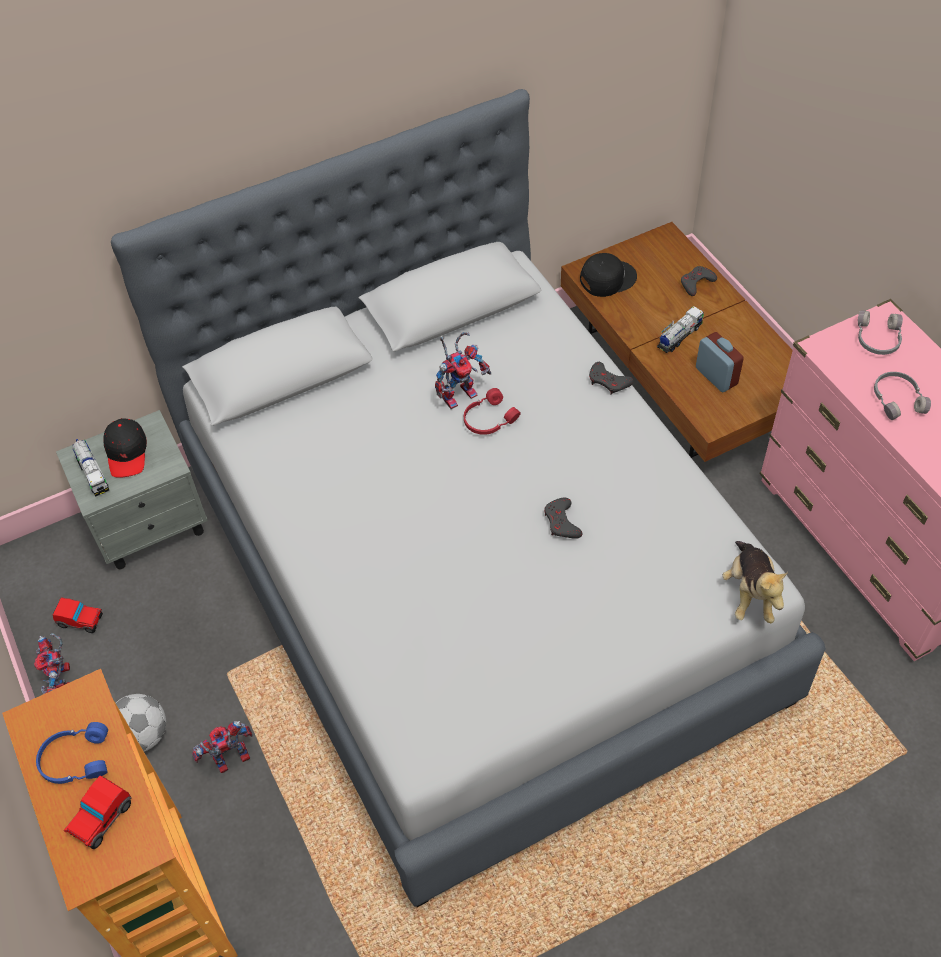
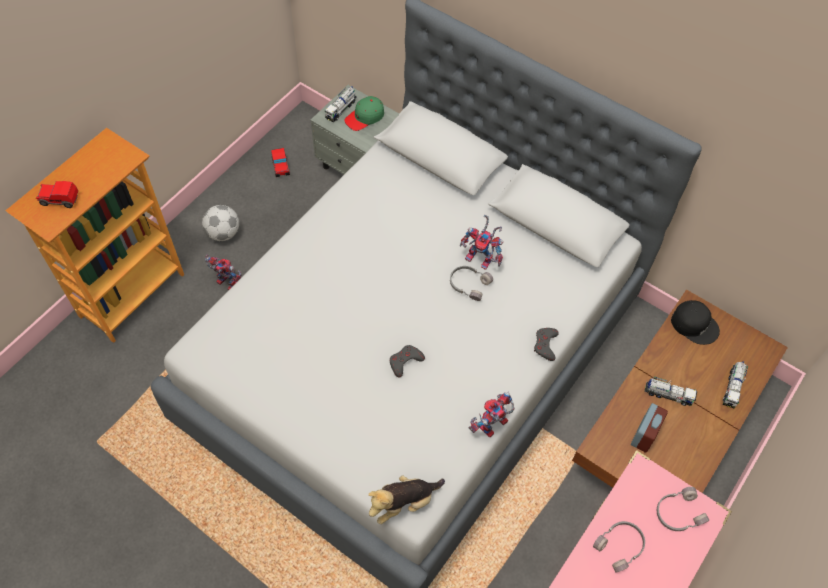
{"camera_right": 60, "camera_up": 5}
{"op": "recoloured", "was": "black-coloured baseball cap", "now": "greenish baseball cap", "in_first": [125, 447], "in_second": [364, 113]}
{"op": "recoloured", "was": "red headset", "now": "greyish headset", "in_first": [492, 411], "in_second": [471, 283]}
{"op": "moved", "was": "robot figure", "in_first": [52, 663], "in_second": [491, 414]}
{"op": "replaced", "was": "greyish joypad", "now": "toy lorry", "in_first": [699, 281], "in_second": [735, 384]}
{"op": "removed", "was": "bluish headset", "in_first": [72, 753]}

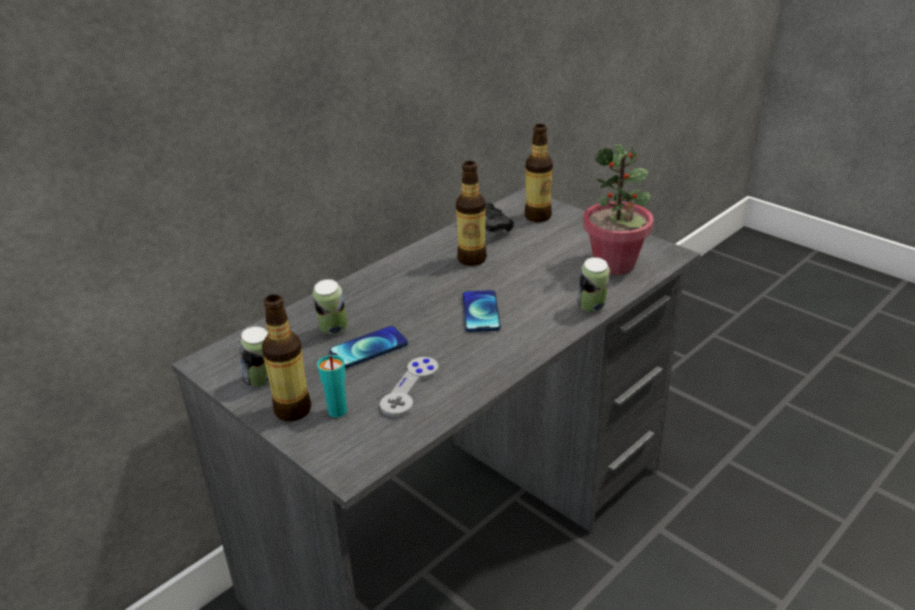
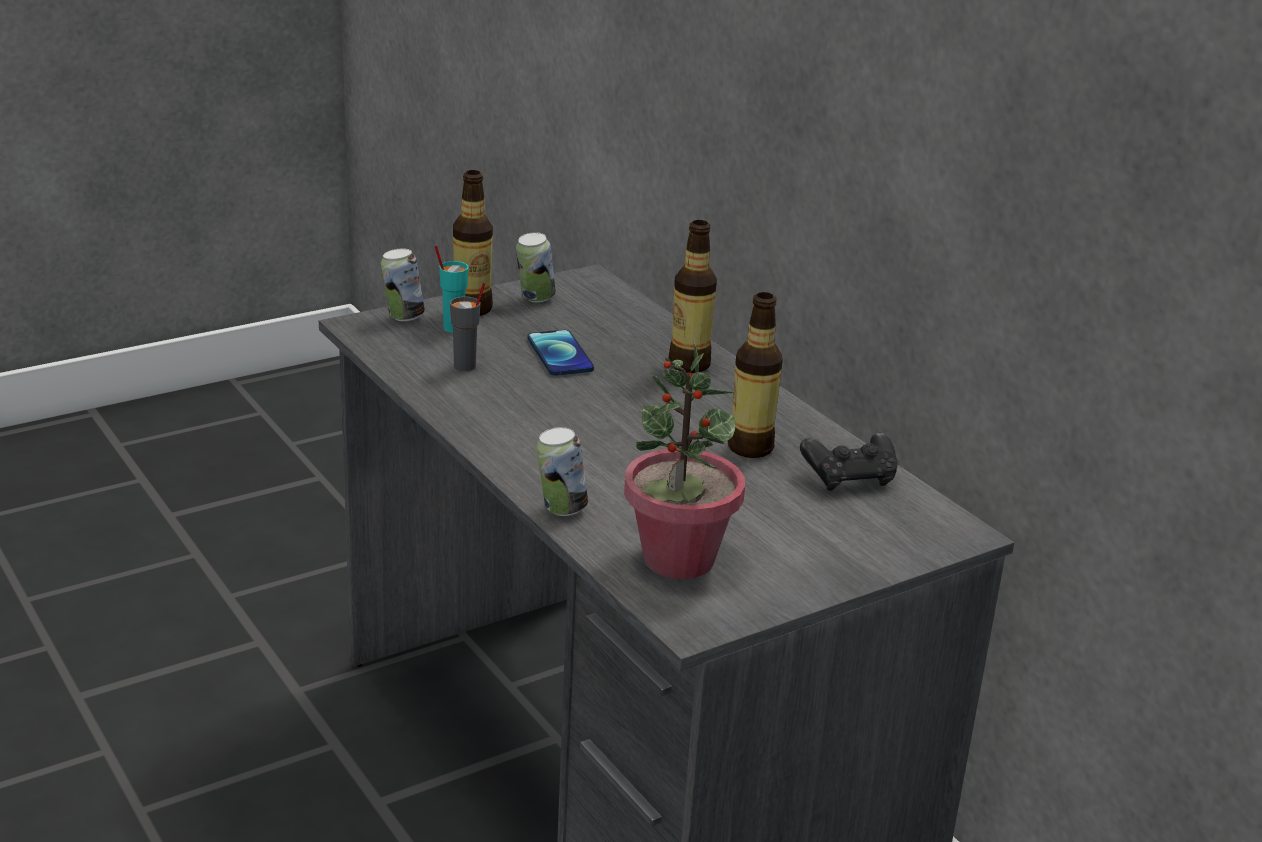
{"camera_right": 100, "camera_up": -5}
{"op": "moved", "was": "metal can", "in_first": [330, 307], "in_second": [403, 285]}
{"op": "replaced", "was": "greyish joypad", "now": "greyish drinking cup", "in_first": [409, 387], "in_second": [467, 326]}
{"op": "moved", "was": "beverage bottle", "in_first": [539, 173], "in_second": [693, 296]}
{"op": "removed", "was": "telephone", "in_first": [481, 311]}

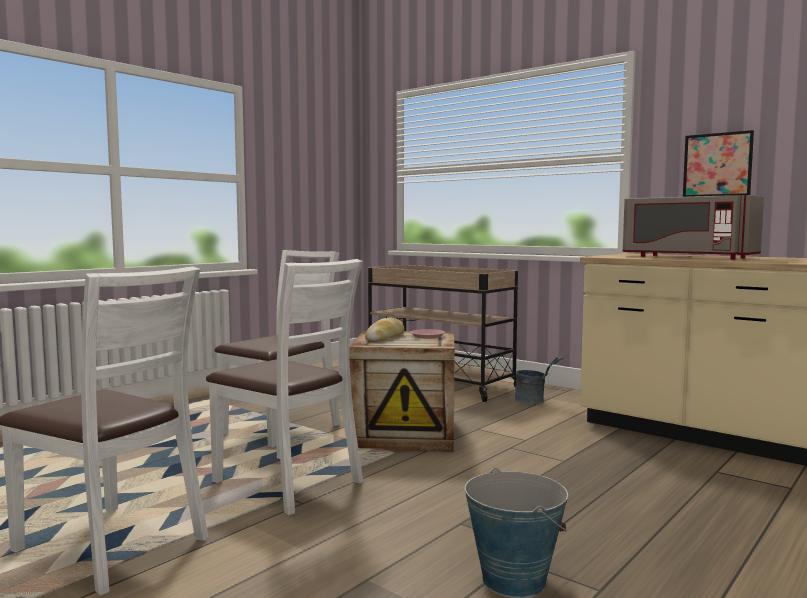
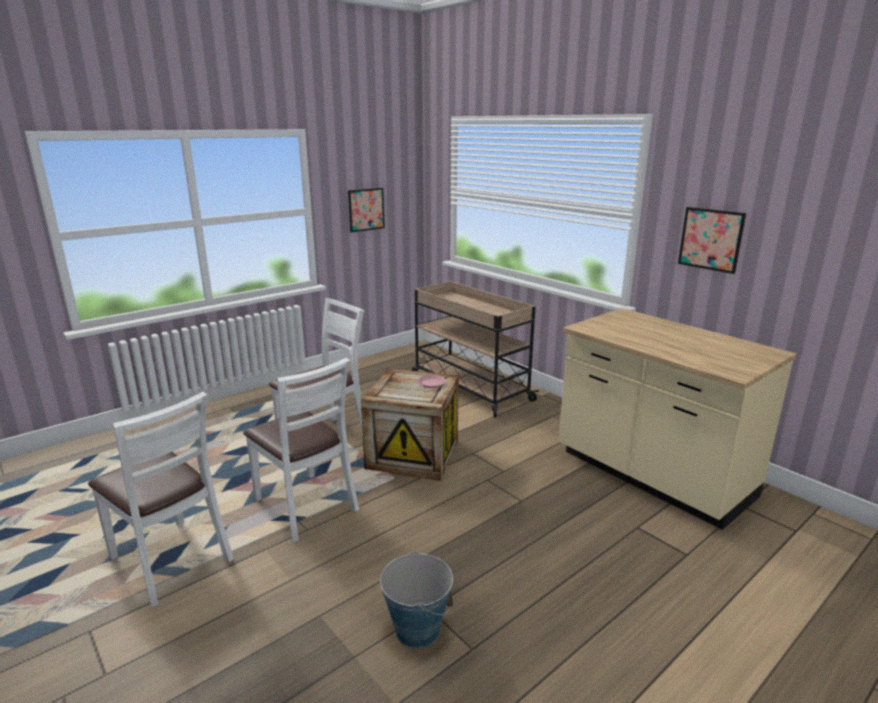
{"camera_right": 10, "camera_up": 15}
{"op": "added", "now": "wall art", "in_second": [366, 210]}
{"op": "removed", "was": "baked bread", "in_first": [385, 330]}
{"op": "removed", "was": "greyish bucket", "in_first": [539, 381]}
{"op": "removed", "was": "greyish microwave", "in_first": [693, 227]}

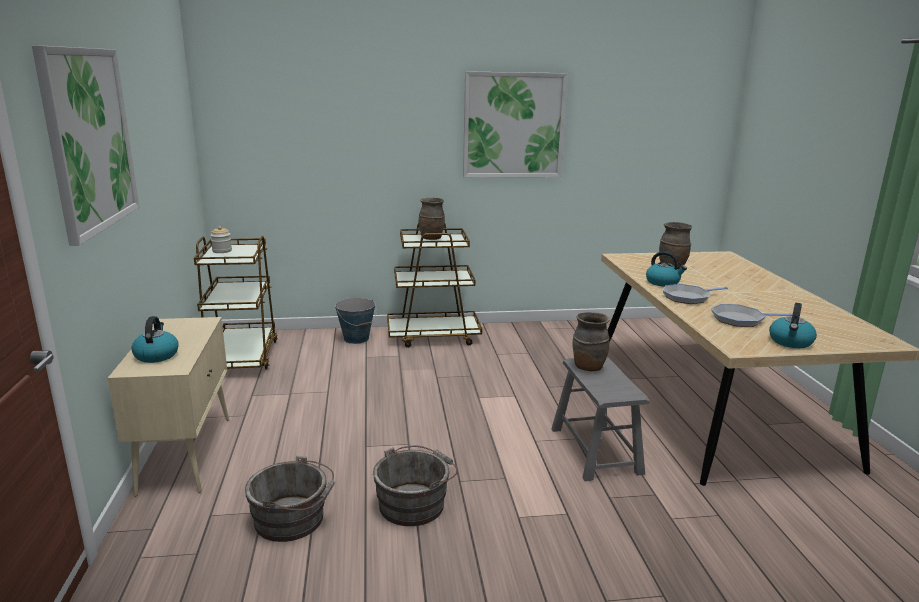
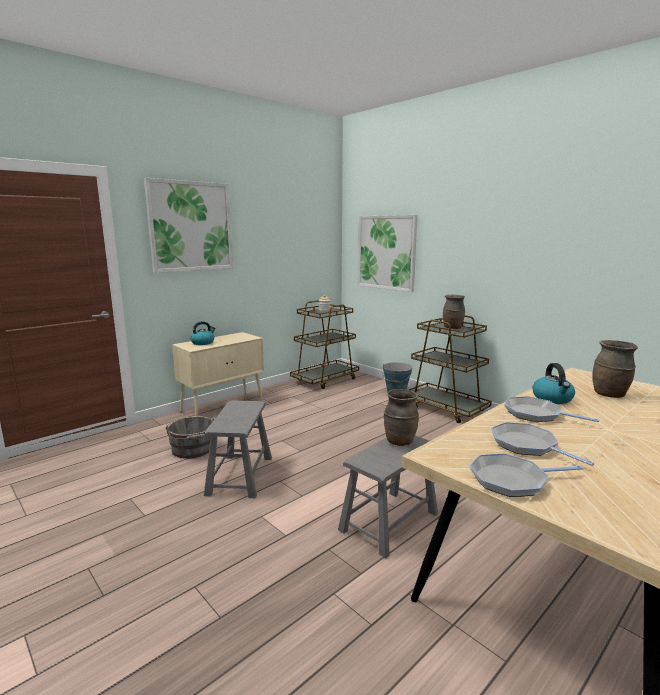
{"camera_right": 55, "camera_up": -5}
{"op": "replaced", "was": "greyish bucket", "now": "greyish stool seat", "in_first": [415, 486], "in_second": [238, 449]}
{"op": "moved", "was": "wall art", "in_first": [515, 124], "in_second": [387, 253]}
{"op": "replaced", "was": "tea kettle", "now": "frying pan", "in_first": [793, 325], "in_second": [526, 475]}

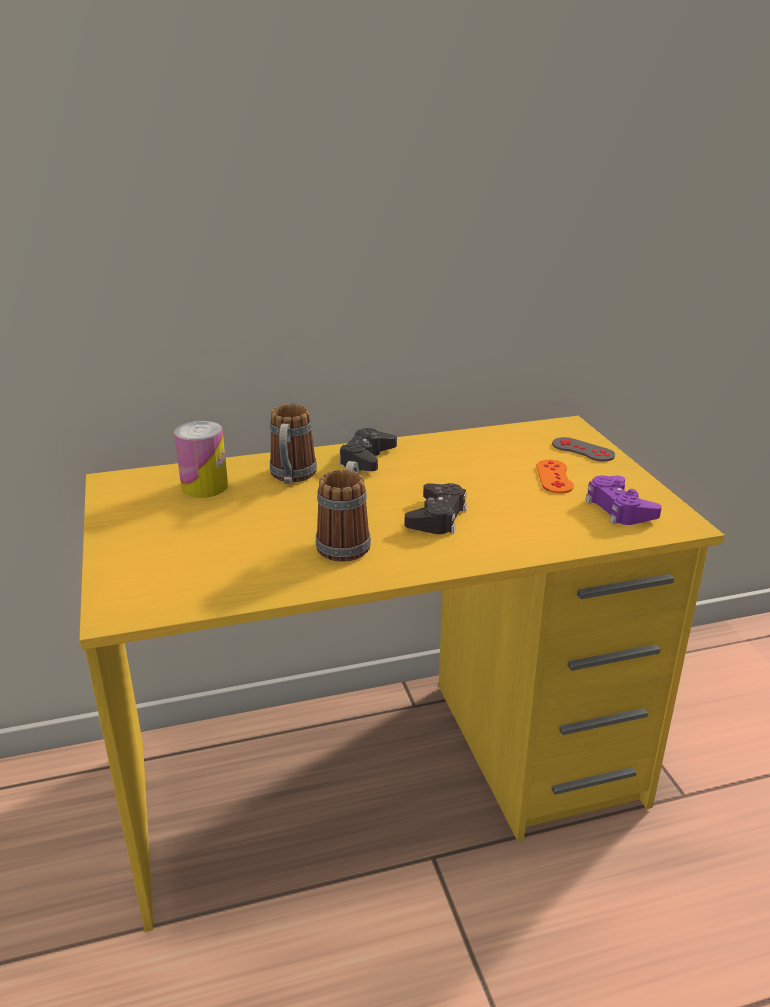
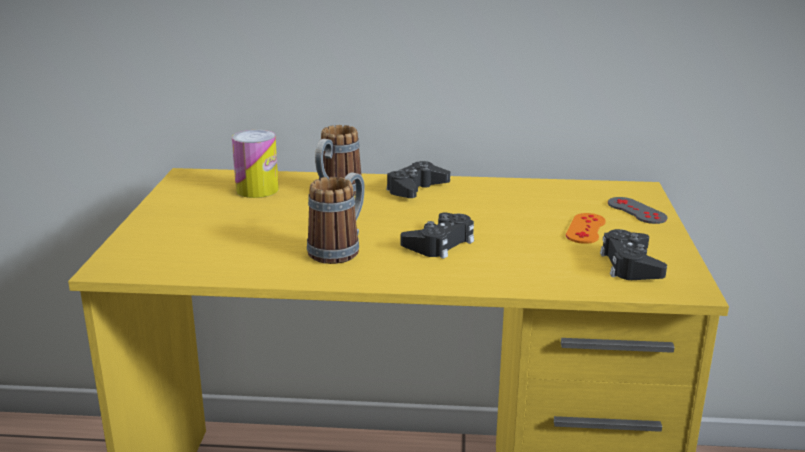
{"camera_right": 20, "camera_up": -5}
{"op": "recoloured", "was": "purple-coloured joypad", "now": "black-coloured joypad", "in_first": [623, 500], "in_second": [633, 254]}

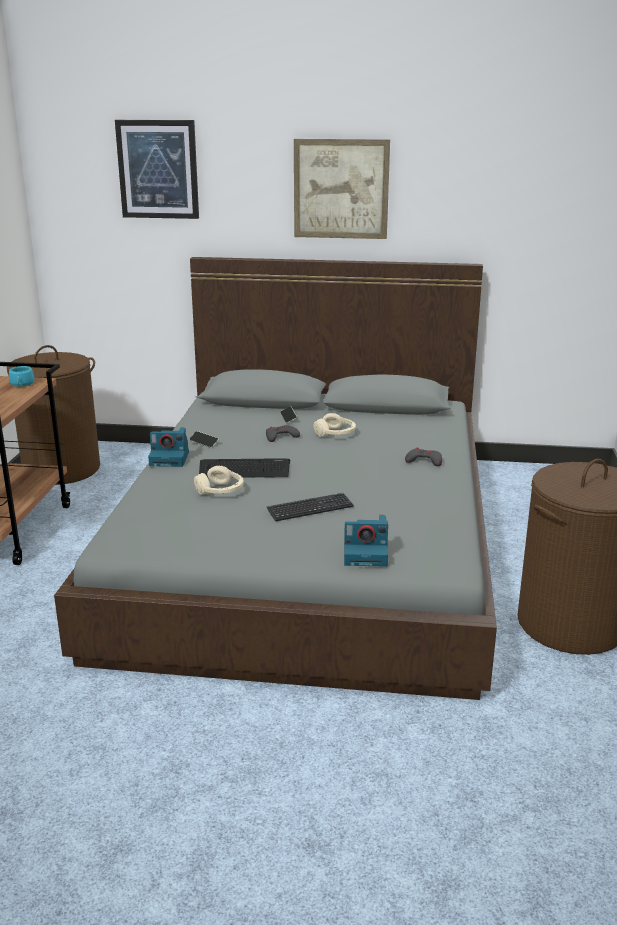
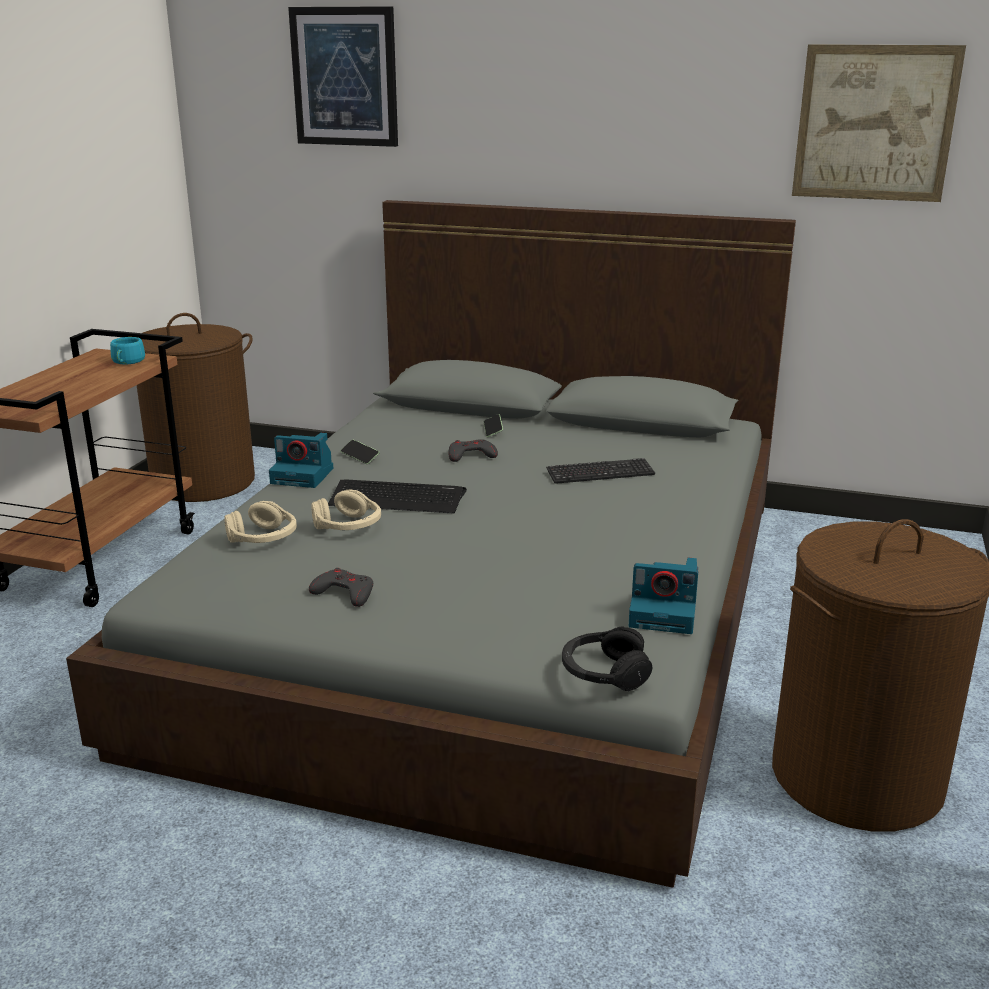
{"camera_right": 10, "camera_up": 0}
{"op": "moved", "was": "beige-coloured headset", "in_first": [334, 425], "in_second": [261, 522]}
{"op": "moved", "was": "greyish joypad", "in_first": [423, 457], "in_second": [341, 587]}
{"op": "moved", "was": "computer keyboard", "in_first": [310, 507], "in_second": [600, 471]}
{"op": "added", "now": "black-coloured headset", "in_second": [607, 658]}
{"op": "moved", "was": "photo camera", "in_first": [366, 541], "in_second": [663, 596]}
{"op": "moved", "was": "wall art", "in_first": [342, 189], "in_second": [879, 123]}

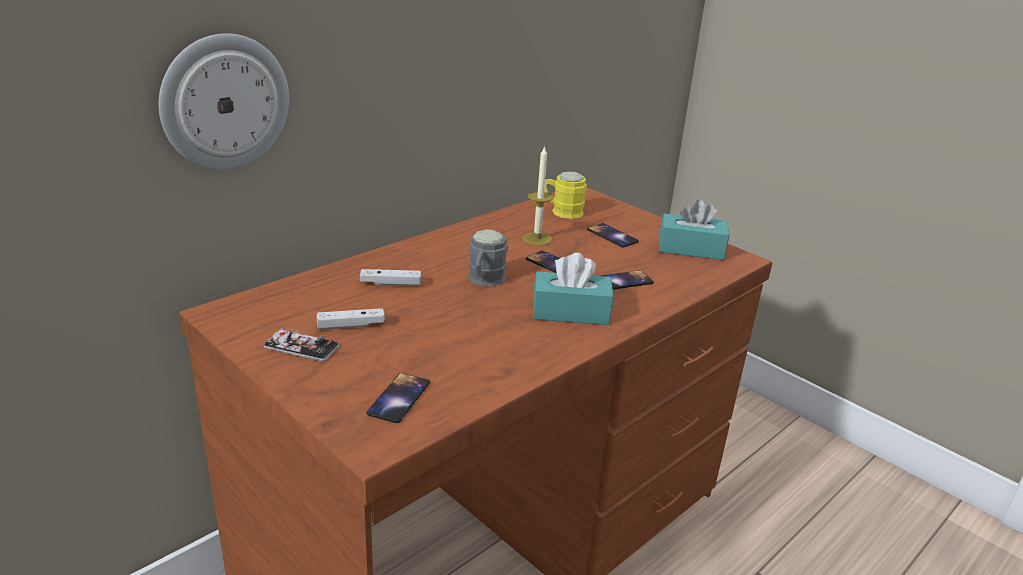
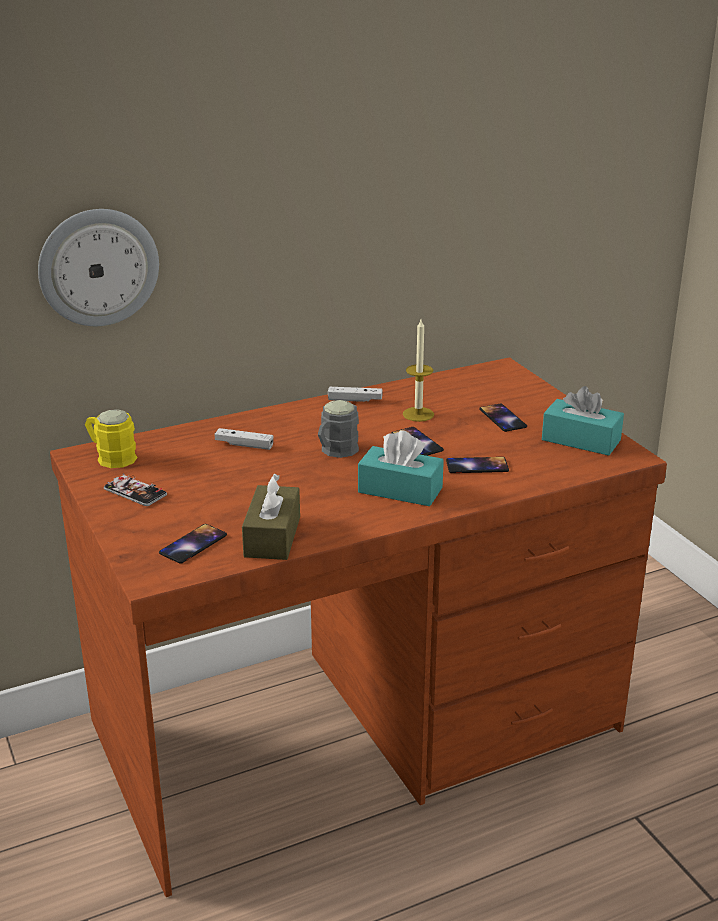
{"camera_right": 20, "camera_up": 0}
{"op": "moved", "was": "yellowish coffee mug", "in_first": [565, 195], "in_second": [111, 438]}
{"op": "added", "now": "brown tissue holder", "in_second": [271, 516]}
{"op": "moved", "was": "white-coloured joypad", "in_first": [351, 319], "in_second": [355, 394]}

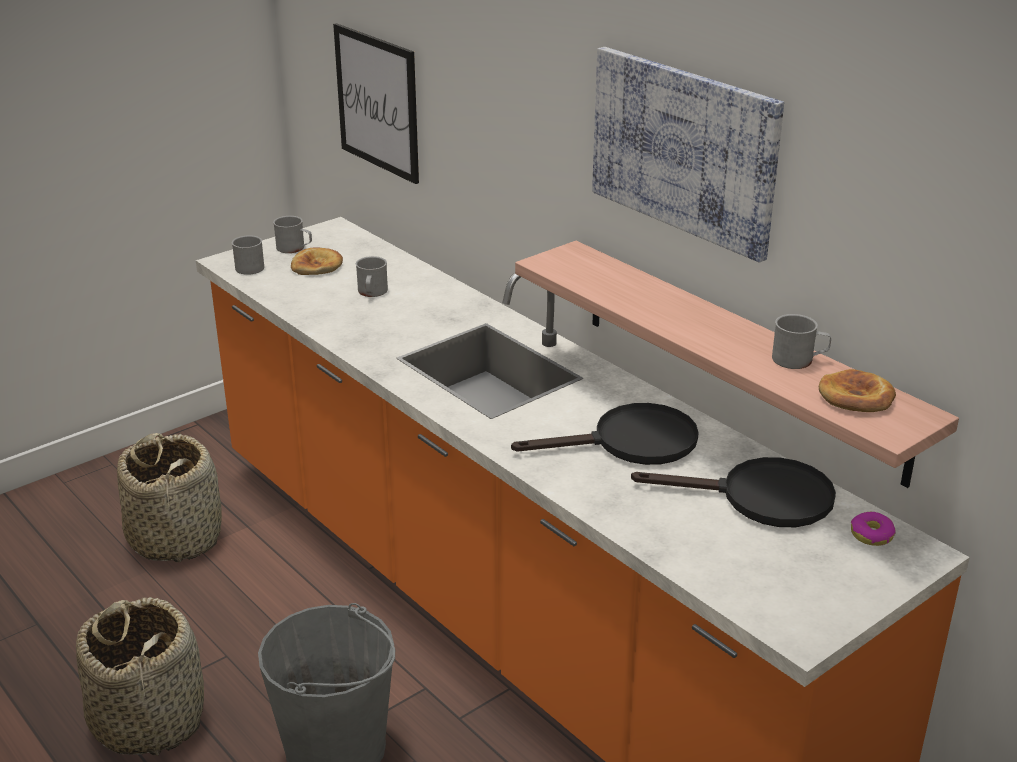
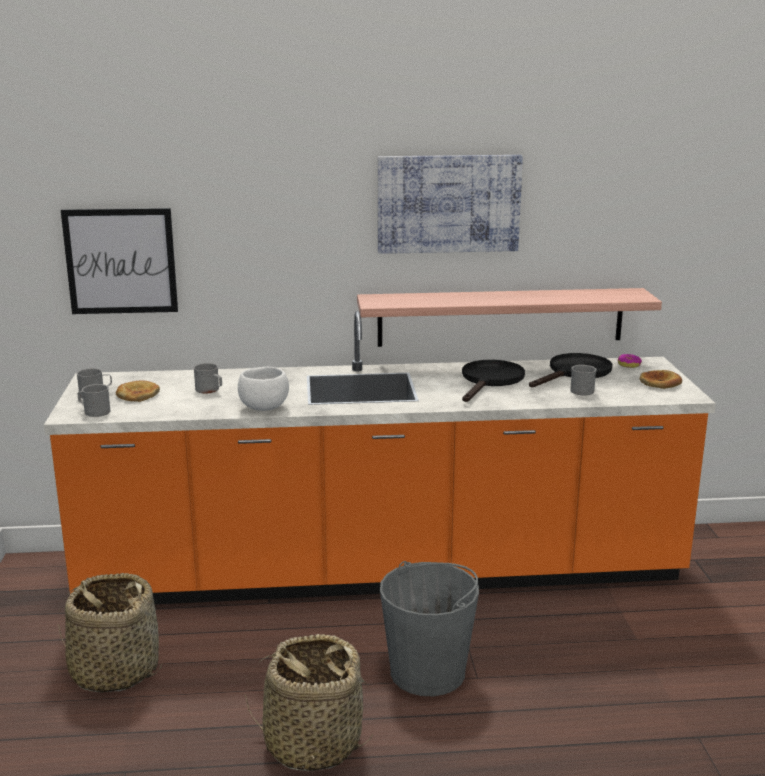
{"camera_right": -55, "camera_up": -10}
{"op": "added", "now": "white-coloured deep dish", "in_second": [263, 389]}
{"op": "moved", "was": "greyish coffee mug", "in_first": [801, 341], "in_second": [583, 380]}
{"op": "moved", "was": "baked bread", "in_first": [857, 390], "in_second": [661, 379]}

